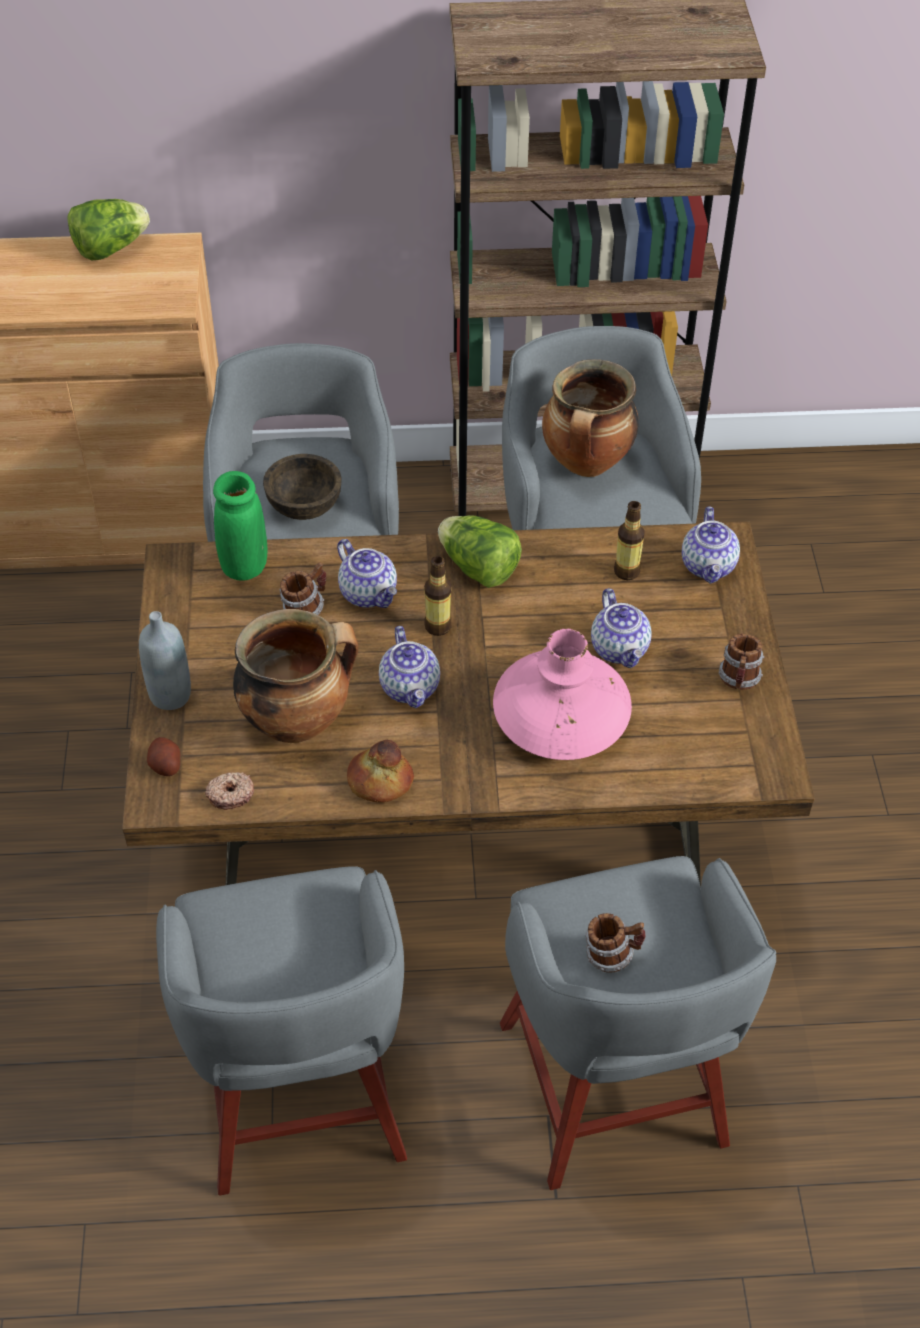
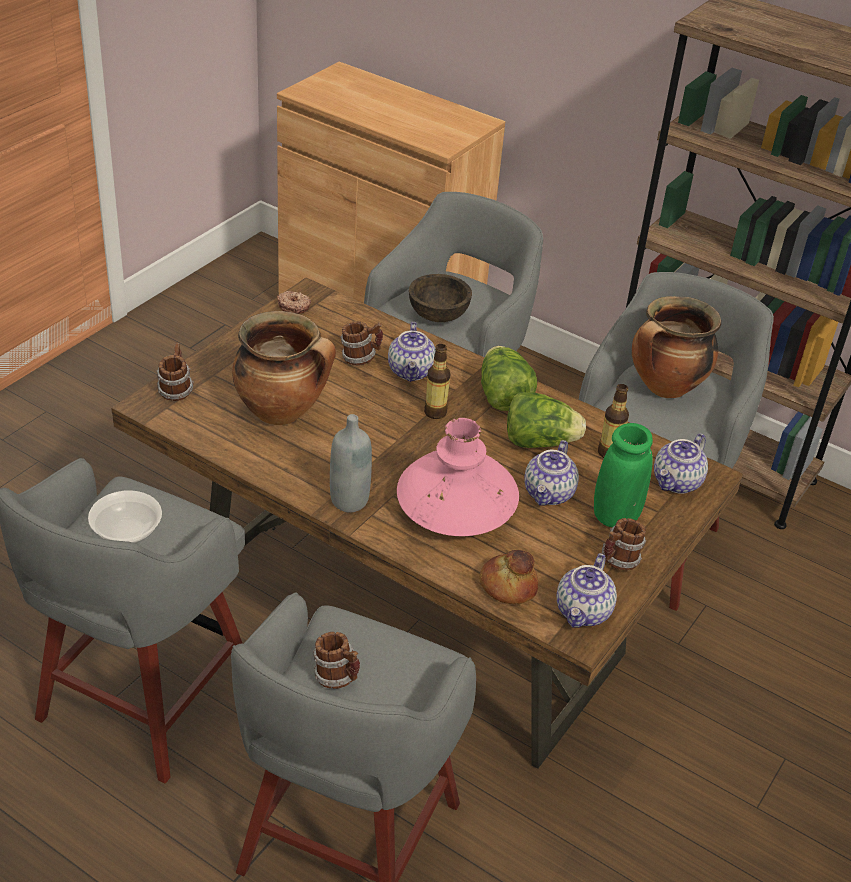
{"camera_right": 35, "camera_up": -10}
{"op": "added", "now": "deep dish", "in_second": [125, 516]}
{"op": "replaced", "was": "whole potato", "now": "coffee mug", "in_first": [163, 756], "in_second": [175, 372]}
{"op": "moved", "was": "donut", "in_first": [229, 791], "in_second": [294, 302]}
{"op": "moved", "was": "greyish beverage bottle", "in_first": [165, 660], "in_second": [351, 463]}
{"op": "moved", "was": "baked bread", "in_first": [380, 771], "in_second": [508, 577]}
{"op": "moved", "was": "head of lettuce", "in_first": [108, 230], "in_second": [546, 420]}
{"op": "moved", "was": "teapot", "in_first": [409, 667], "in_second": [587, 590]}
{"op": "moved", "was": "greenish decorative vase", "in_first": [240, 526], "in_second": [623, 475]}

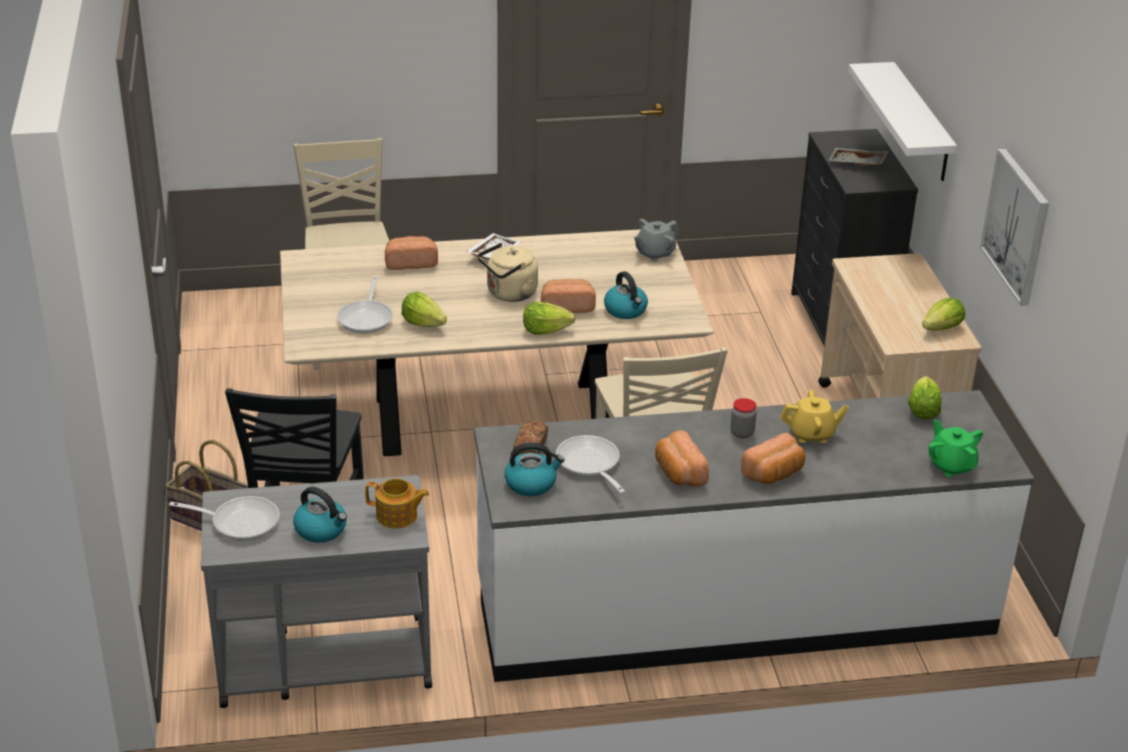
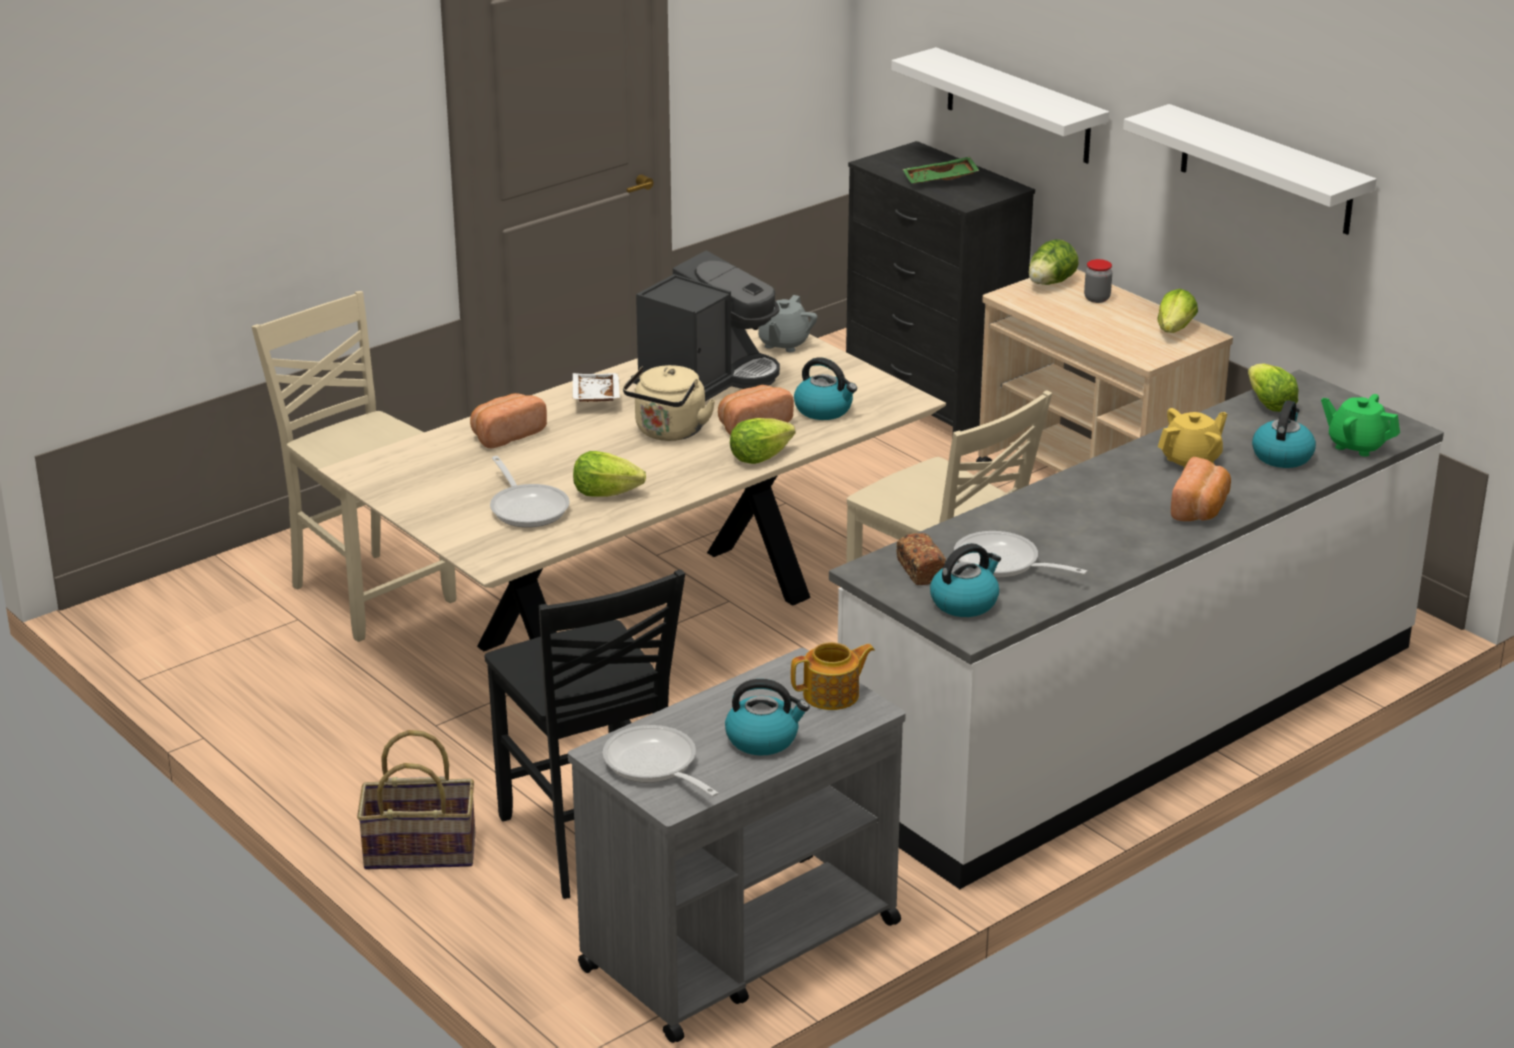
{"camera_right": -30, "camera_up": -5}
{"op": "turned", "was": "frying pan", "in_first": [224, 518], "in_second": [660, 761], "clockwise": -105}
{"op": "added", "now": "coffee machine", "in_second": [705, 326]}
{"op": "recoloured", "was": "greyish serving tray", "now": "greenish serving tray", "in_first": [859, 156], "in_second": [941, 170]}
{"op": "added", "now": "head of lettuce", "in_second": [1053, 262]}
{"op": "moved", "was": "preserve jar", "in_first": [744, 418], "in_second": [1098, 281]}
{"op": "replaced", "was": "wall art", "now": "white-coloured shelf", "in_first": [1014, 227], "in_second": [1249, 169]}
{"op": "added", "now": "tea kettle", "in_second": [1284, 434]}
{"op": "removed", "was": "baked bread", "in_first": [682, 458]}

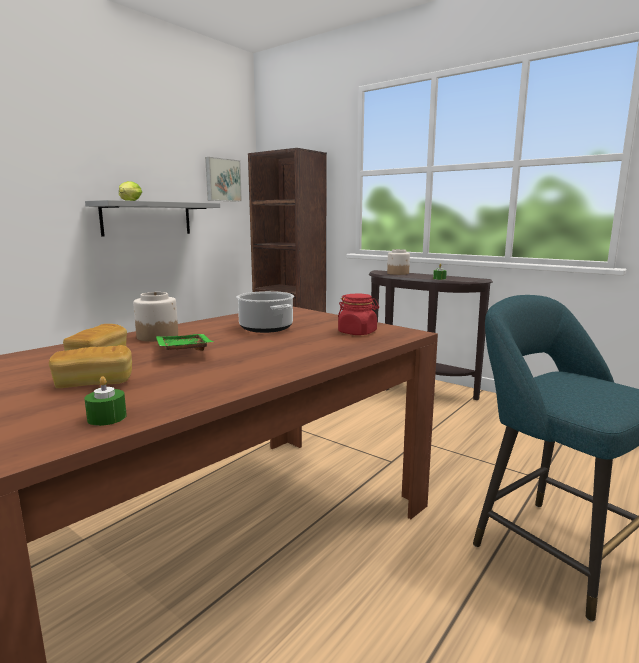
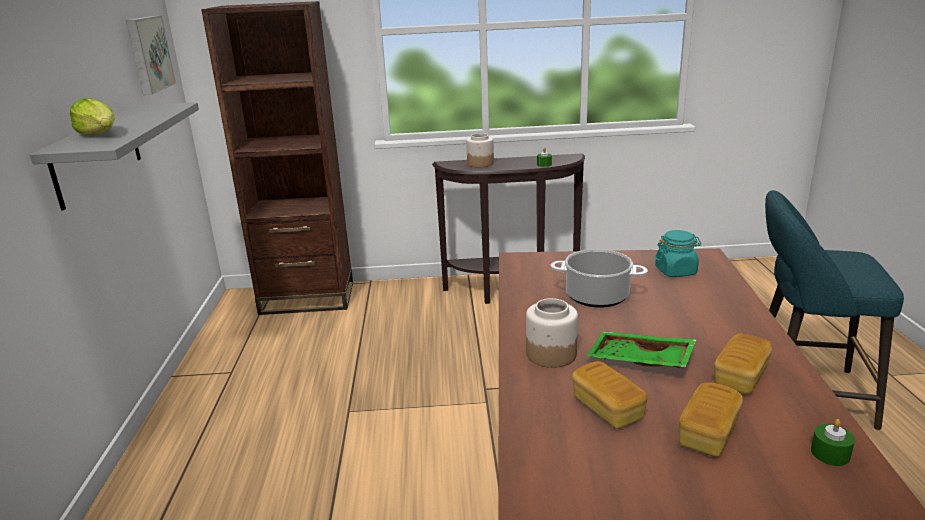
{"camera_right": -40, "camera_up": 10}
{"op": "recoloured", "was": "red preserve jar", "now": "turquoise-coloured preserve jar", "in_first": [358, 314], "in_second": [678, 253]}
{"op": "added", "now": "baked bread", "in_second": [743, 363]}

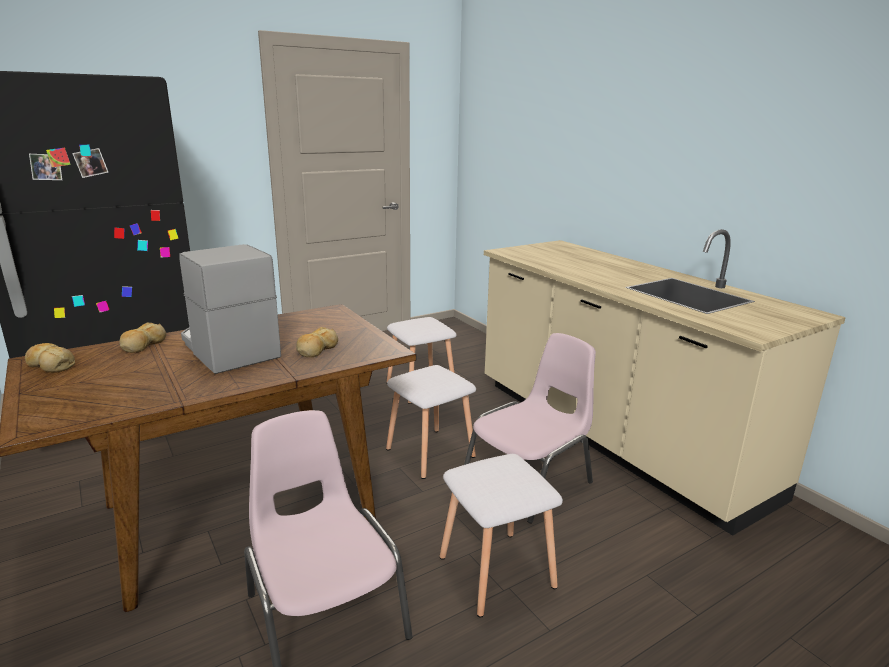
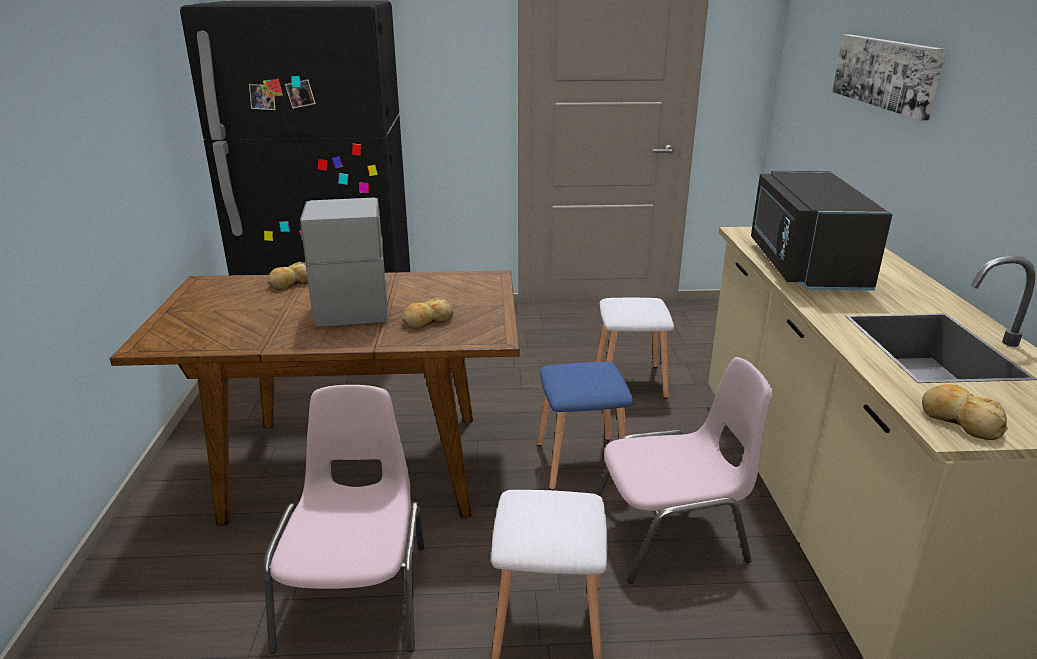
{"camera_right": 30, "camera_up": 5}
{"op": "recoloured", "was": "white-coloured stool seat", "now": "bluish stool seat", "in_first": [431, 422], "in_second": [585, 426]}
{"op": "added", "now": "black-coloured microwave", "in_second": [821, 230]}
{"op": "added", "now": "wall art", "in_second": [889, 78]}
{"op": "moved", "was": "baked bread", "in_first": [50, 358], "in_second": [965, 412]}

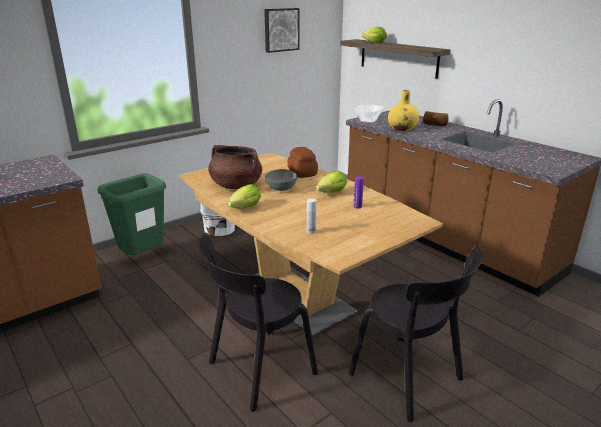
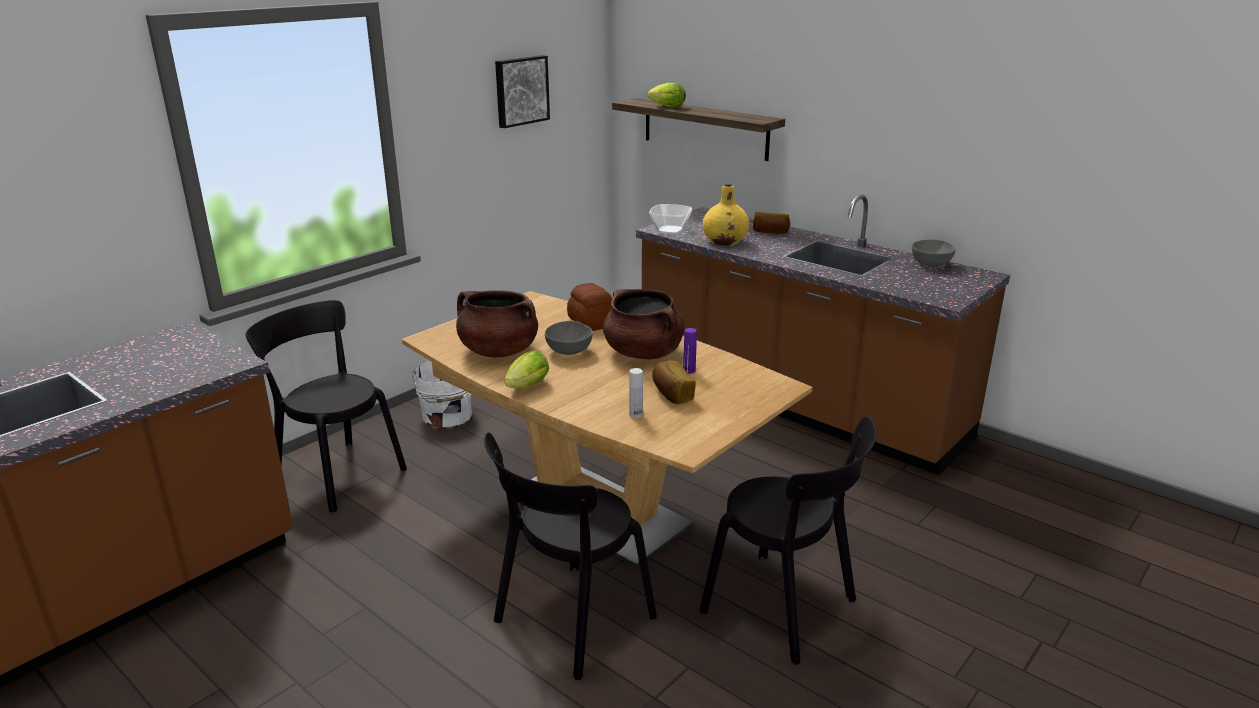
{"camera_right": -10, "camera_up": 0}
{"op": "replaced", "was": "greenish rubbish bin", "now": "black-coloured upright chair", "in_first": [132, 214], "in_second": [326, 406]}
{"op": "replaced", "was": "head of lettuce", "now": "brown stockpot", "in_first": [331, 182], "in_second": [643, 324]}
{"op": "added", "now": "baked bread", "in_second": [674, 382]}
{"op": "added", "now": "greyish deep dish", "in_second": [934, 253]}

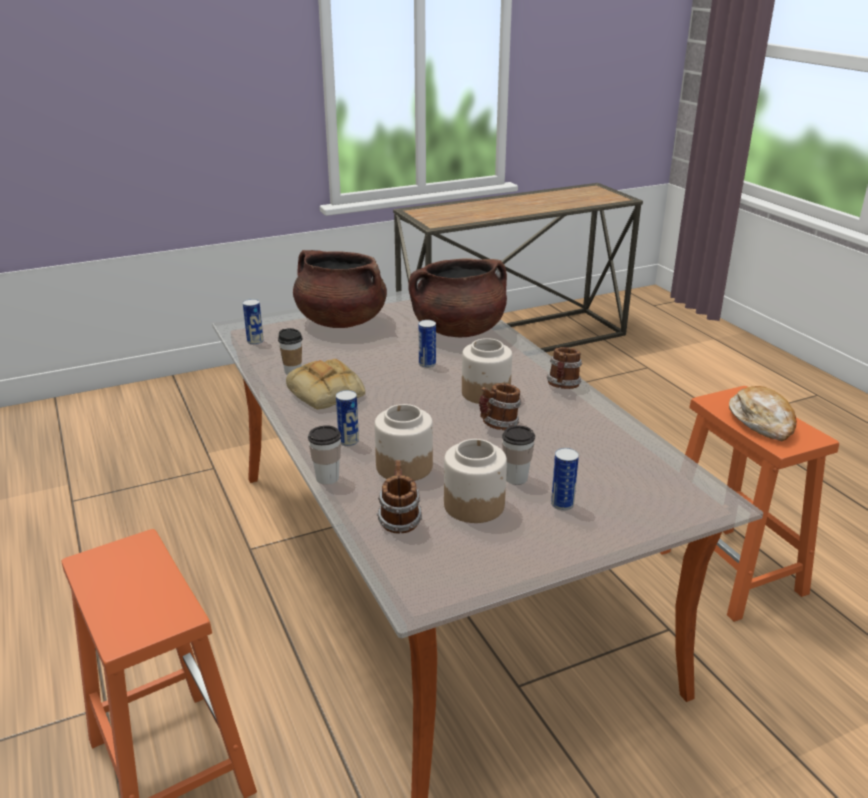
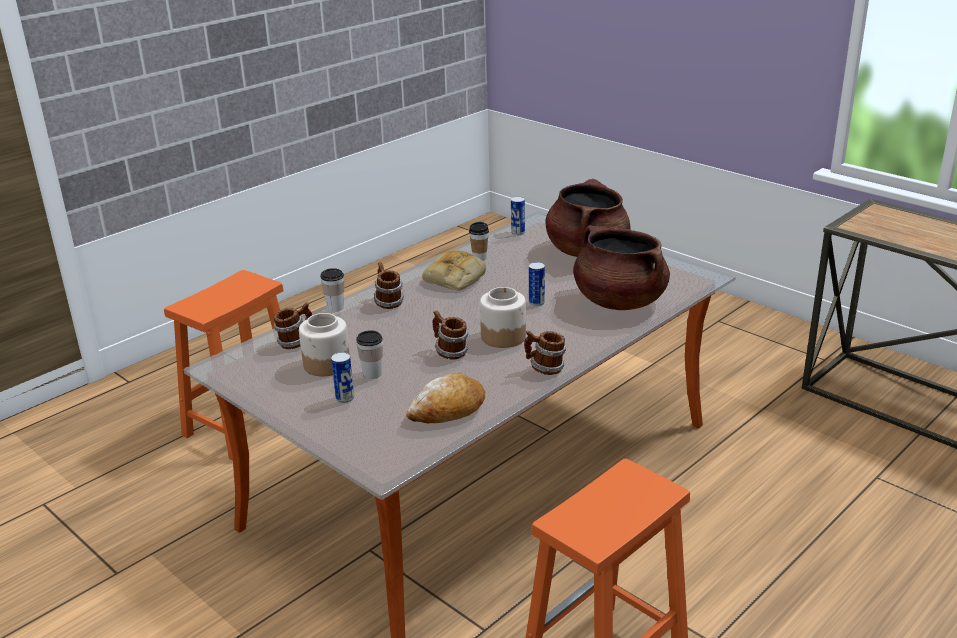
{"camera_right": 70, "camera_up": 0}
{"op": "replaced", "was": "metal can", "now": "coffee mug", "in_first": [347, 418], "in_second": [389, 285]}
{"op": "moved", "was": "baked bread", "in_first": [763, 413], "in_second": [445, 398]}
{"op": "removed", "was": "preserve jar", "in_first": [403, 442]}

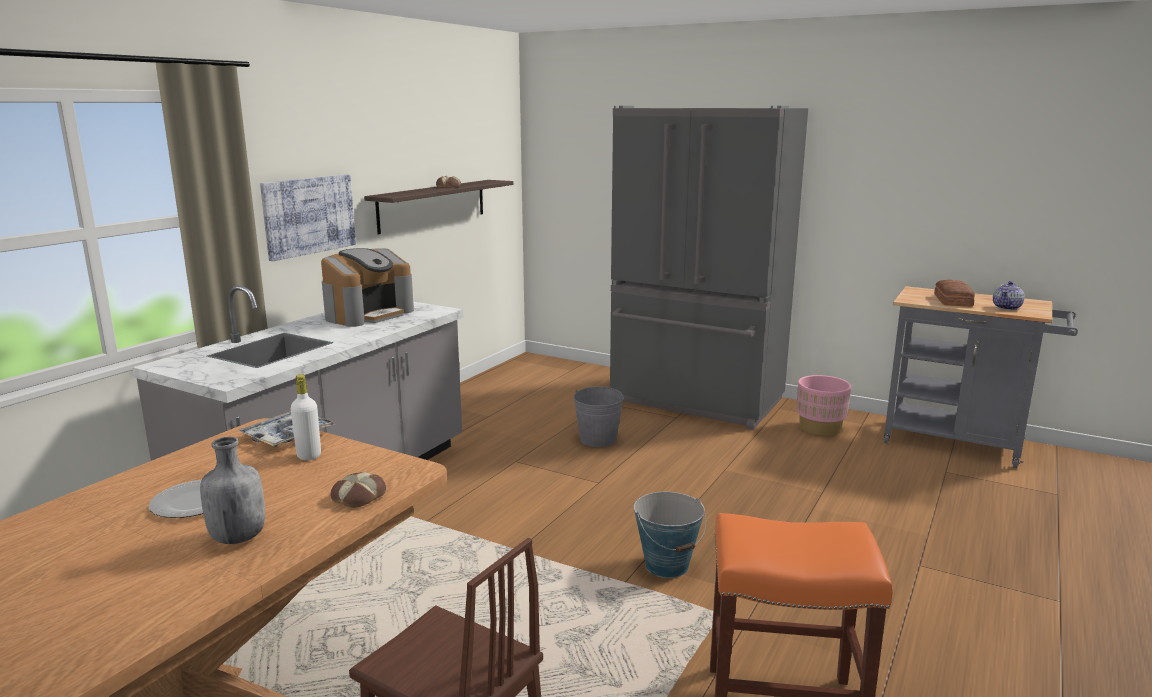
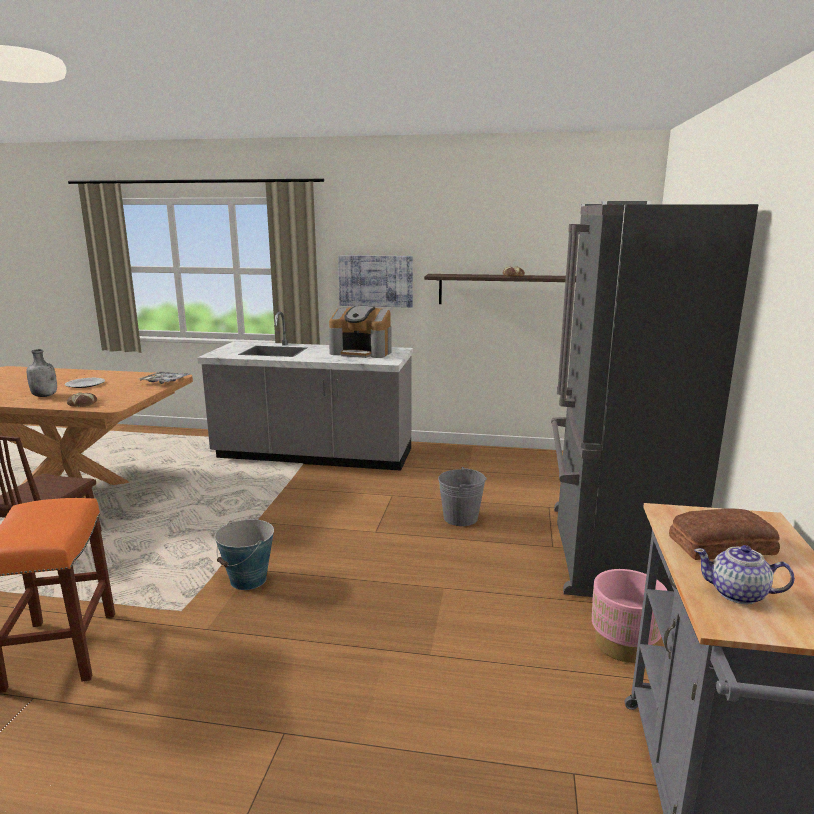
{"camera_right": 70, "camera_up": 0}
{"op": "removed", "was": "white-coloured beverage bottle", "in_first": [306, 417]}

